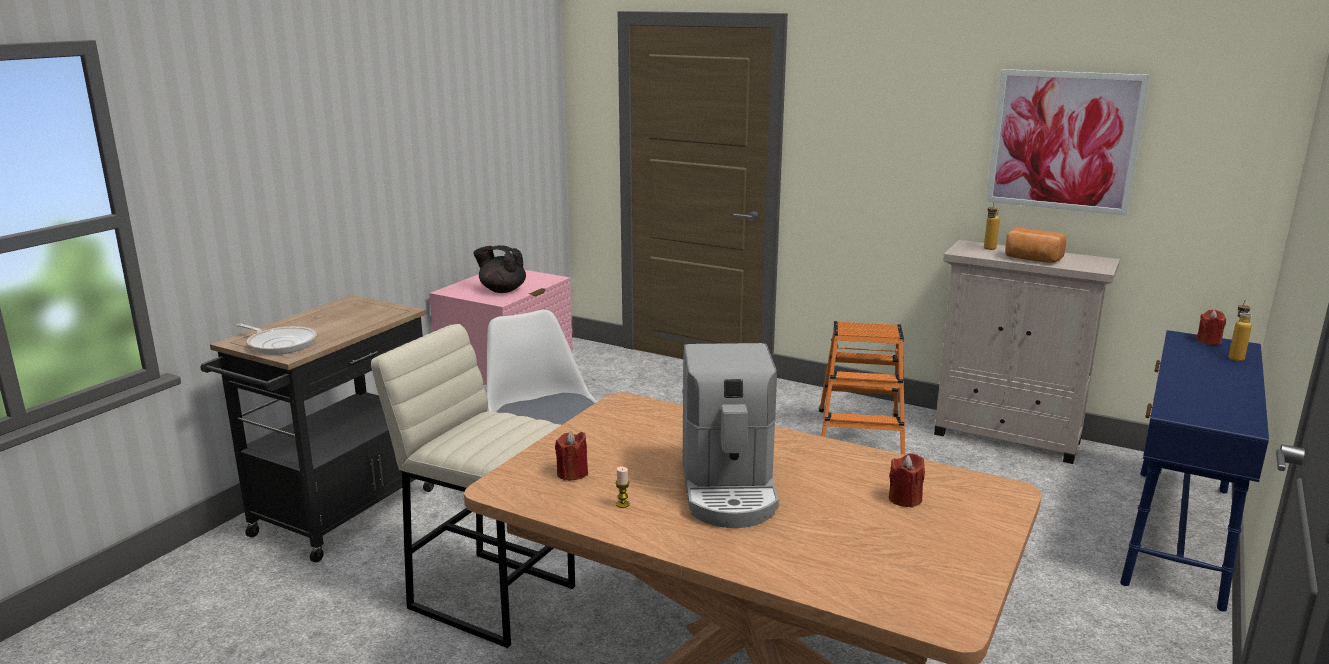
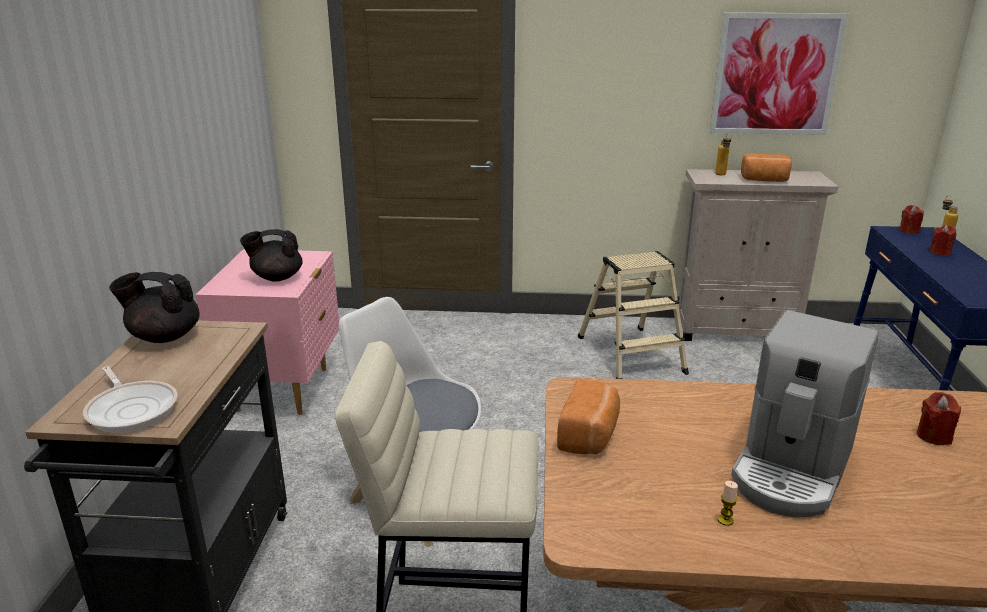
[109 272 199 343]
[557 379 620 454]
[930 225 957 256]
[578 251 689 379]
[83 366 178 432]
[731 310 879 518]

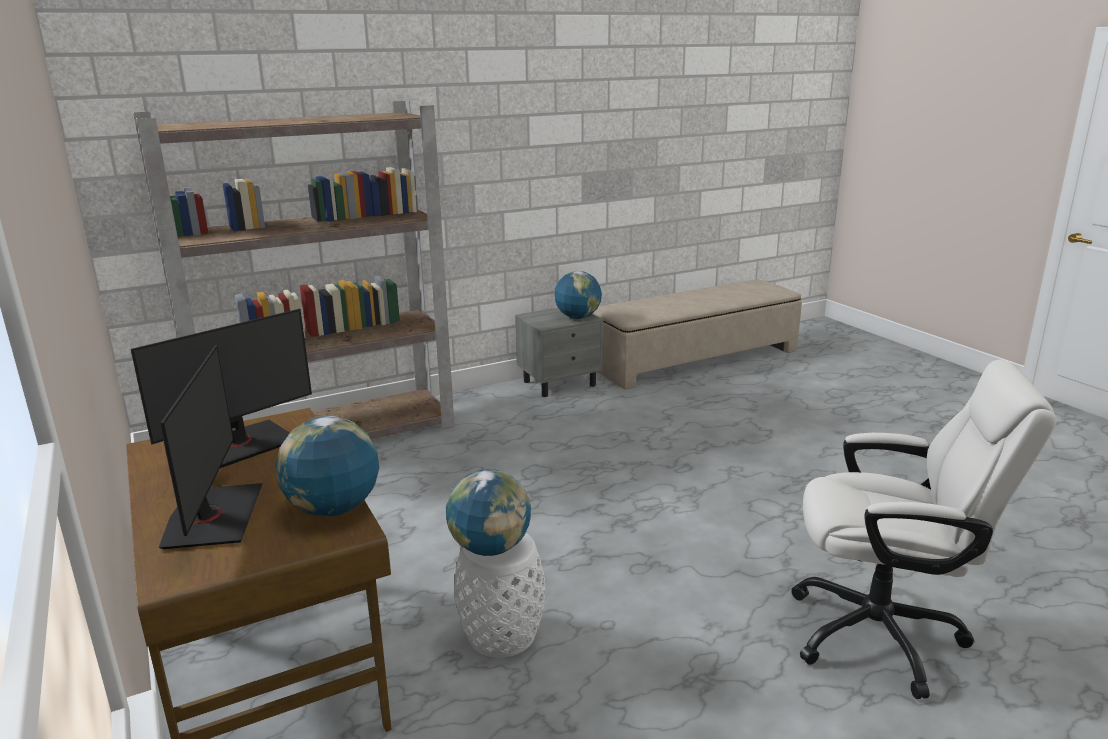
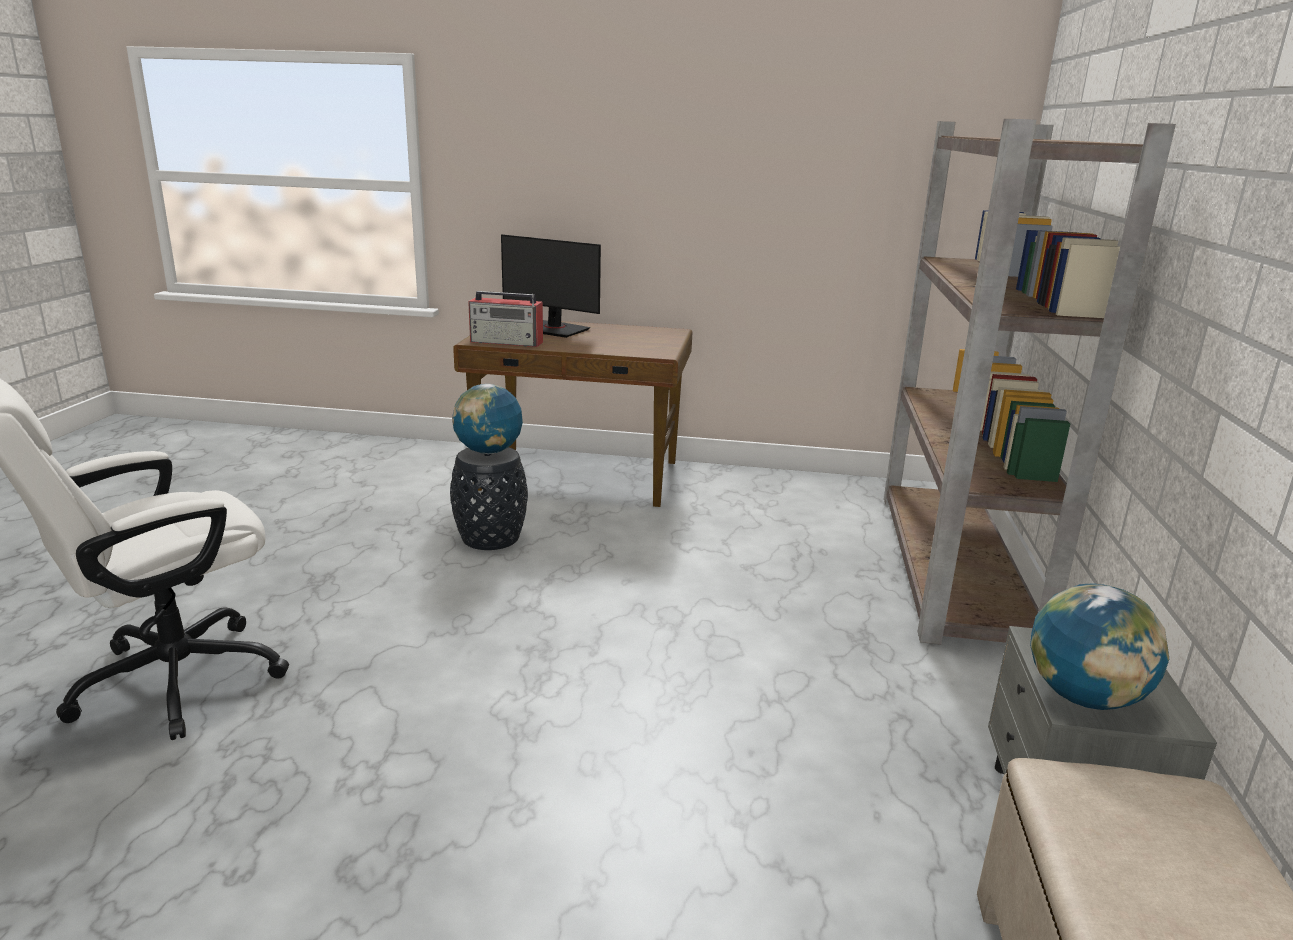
[131 309 312 468] (first image)
[468 291 543 347]
[450 447 528 550]

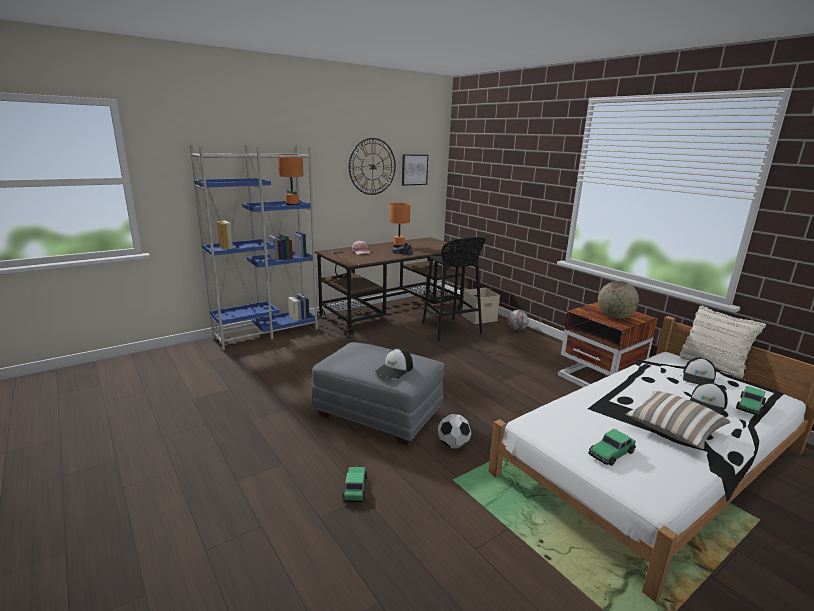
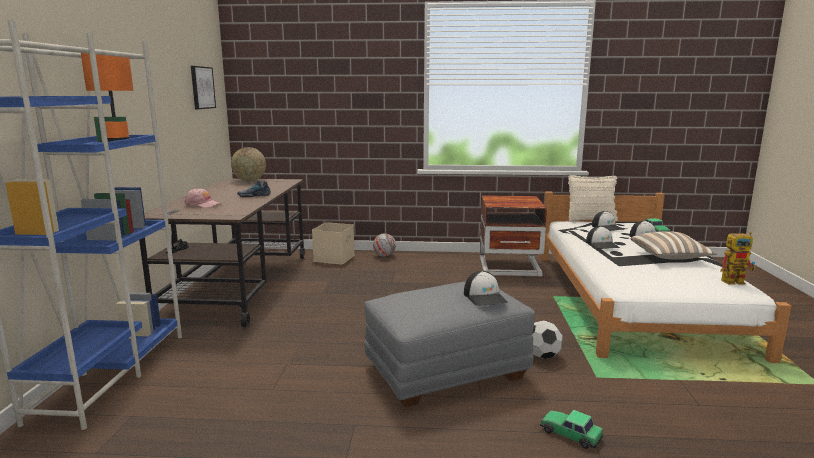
[349 138 396 195] (first image)
[389 203 410 248] (first image)
[422 237 486 342] (first image)
[588 429 636 466] (first image)
[586 226 620 249]
[720 232 756 285]
[231 147 266 181]

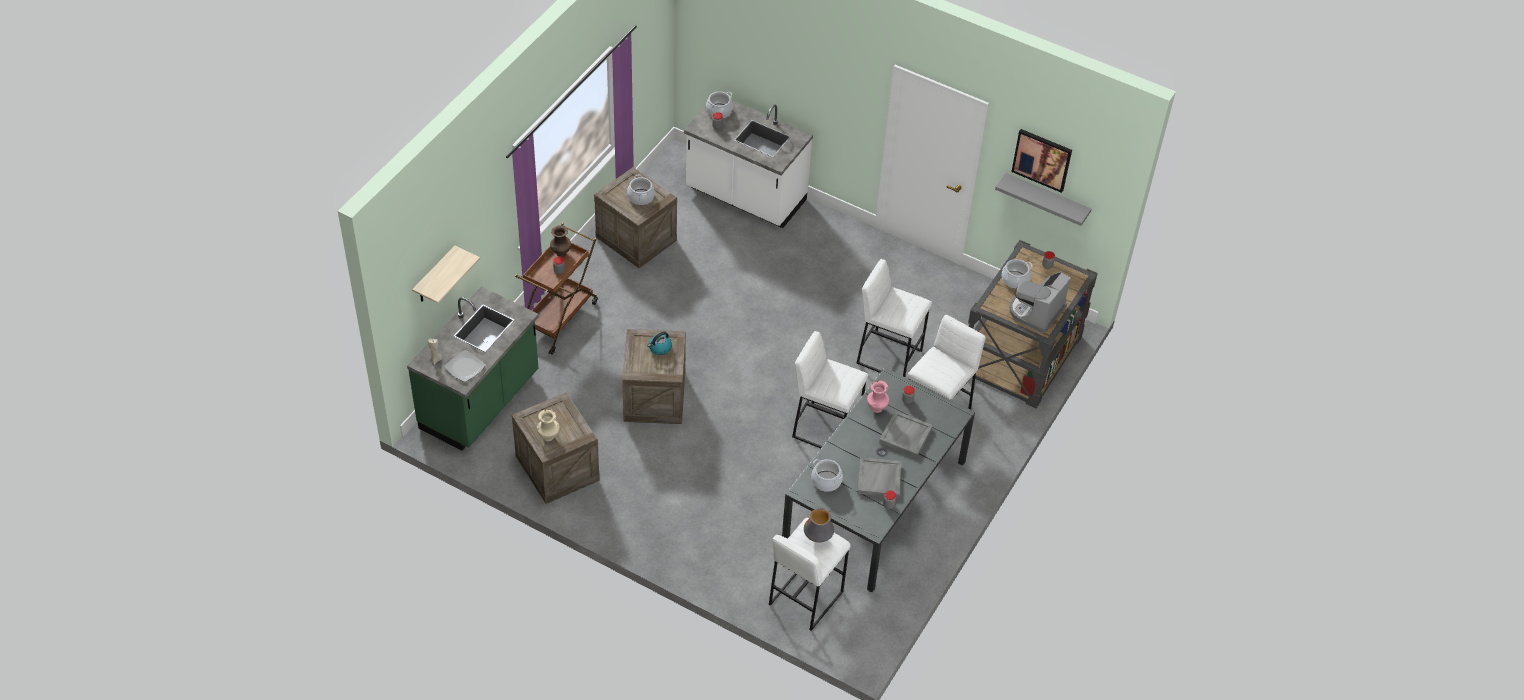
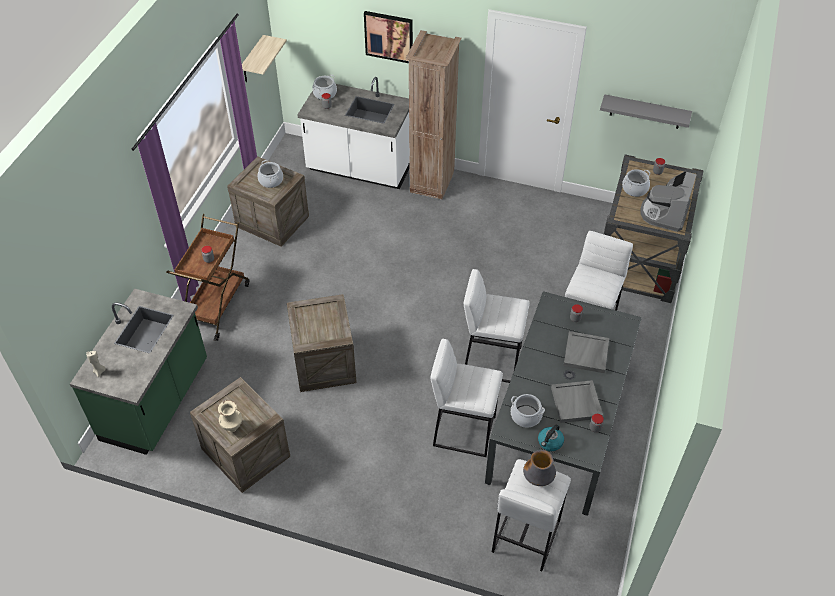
[444 350 486 382] (first image)
[550 225 571 257] (first image)
[867 380 889 413] (first image)
[406 30 462 200]
[242 35 287 82]
[538 425 564 451]
[430 339 503 457]
[364 11 413 63]

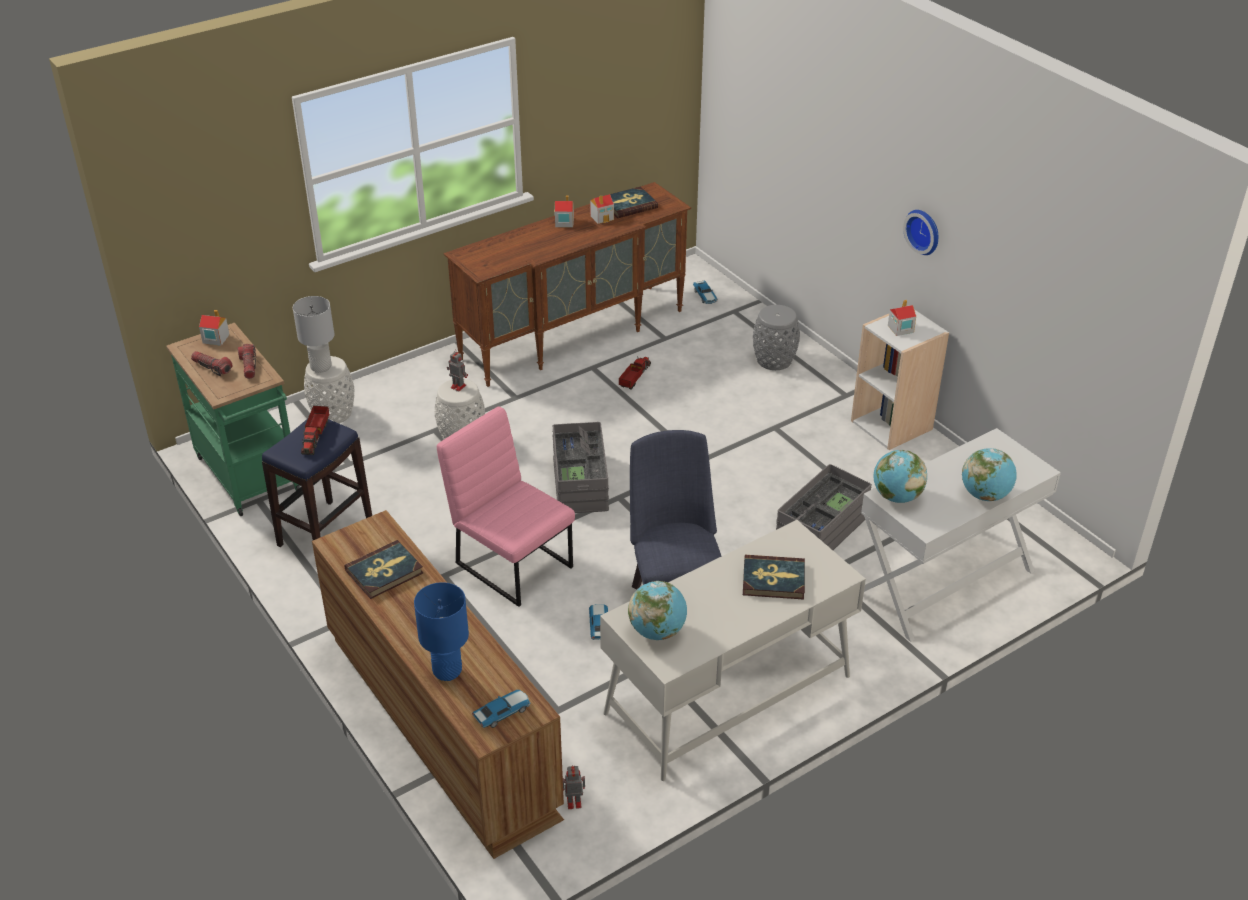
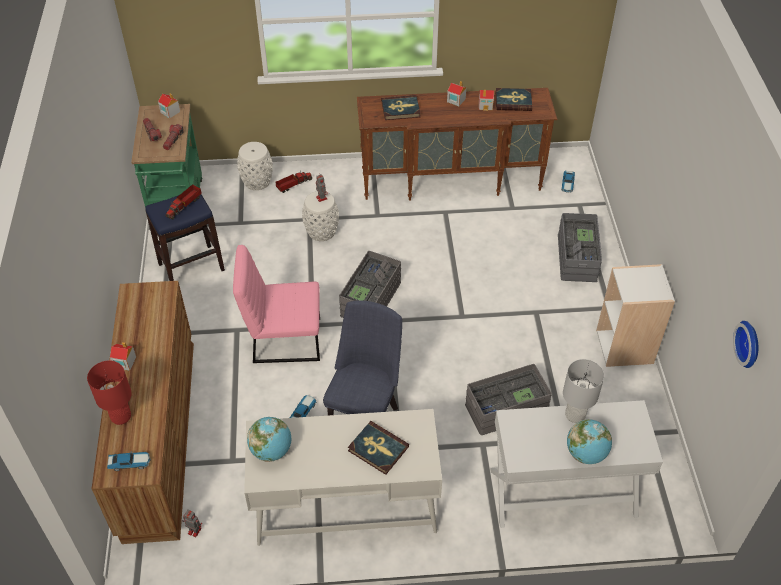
[874 450 927 503] (first image)
[563 359 604 423]
[381 95 421 120]
[275 171 313 193]
[110 342 136 371]
[733 321 758 368]
[558 213 602 282]
[87 361 132 425]
[233 245 320 363]

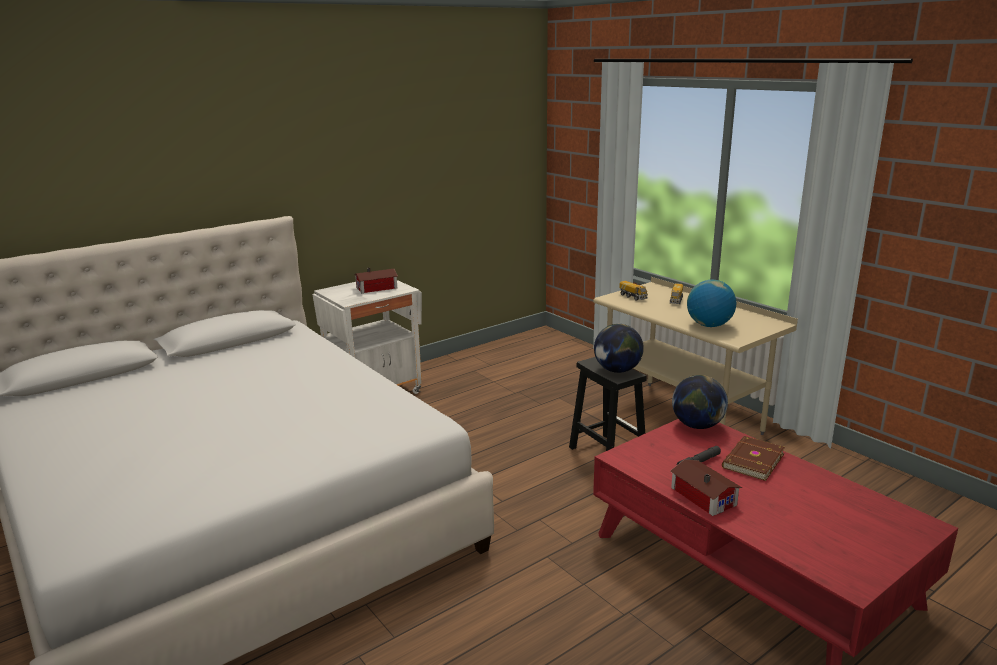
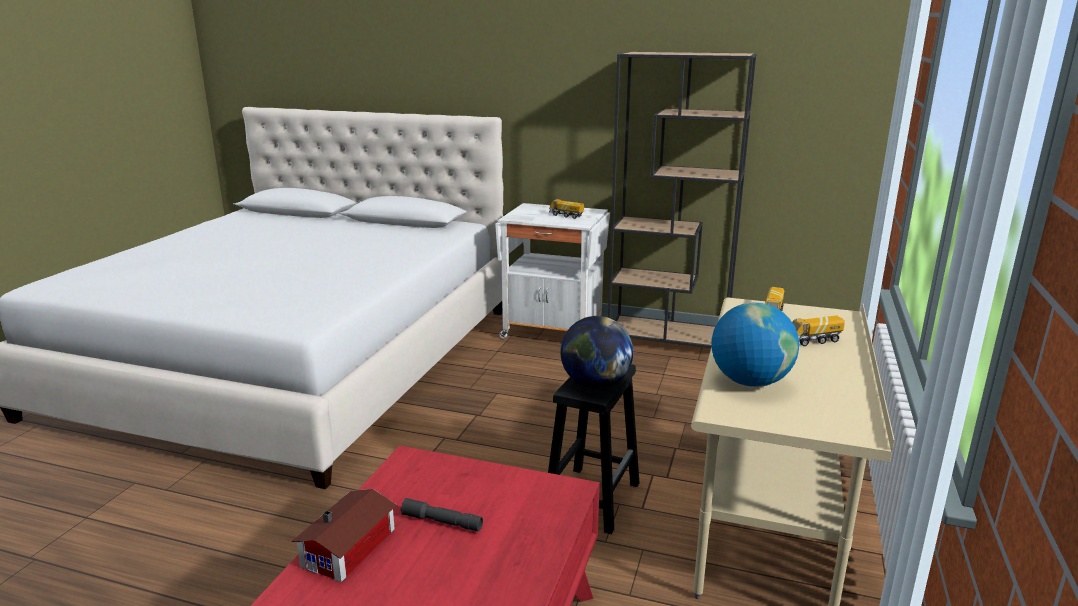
[672 375 728 429] (first image)
[722 436 785 481] (first image)
[608 52 756 348]
[549 199 584 219]

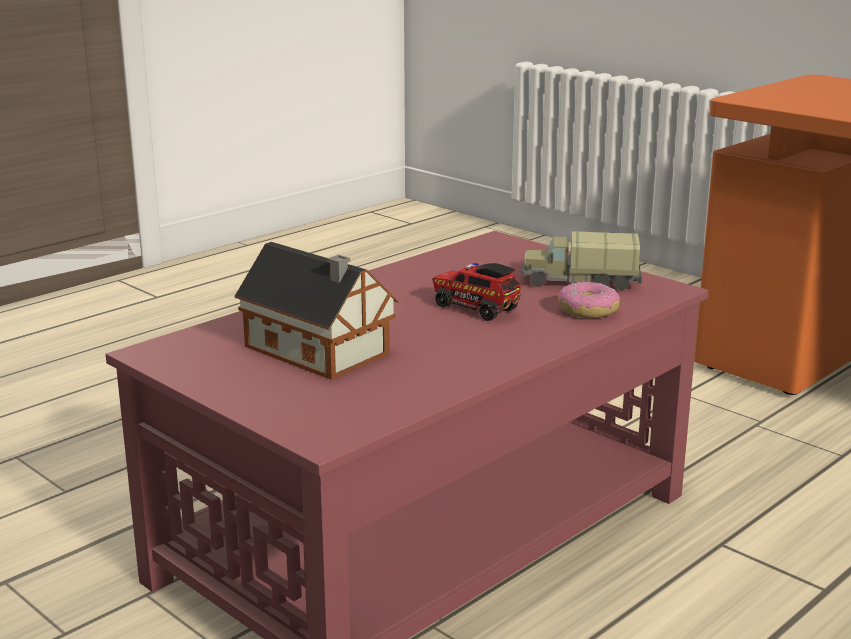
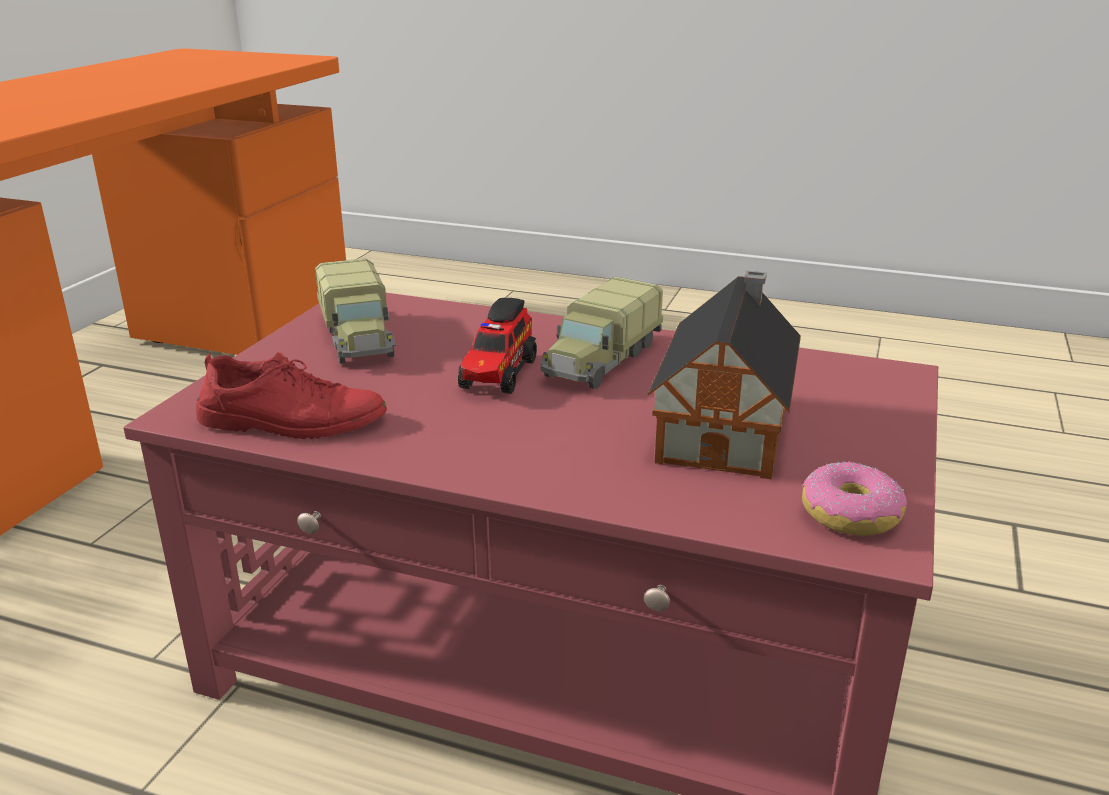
[196 352 387 439]
[540 277 663 389]
[802 462 907 536]

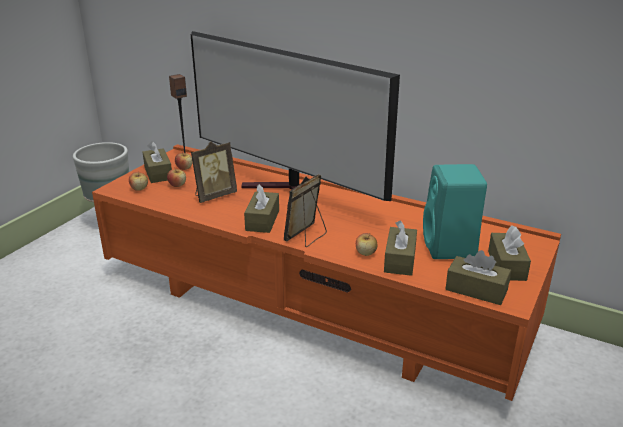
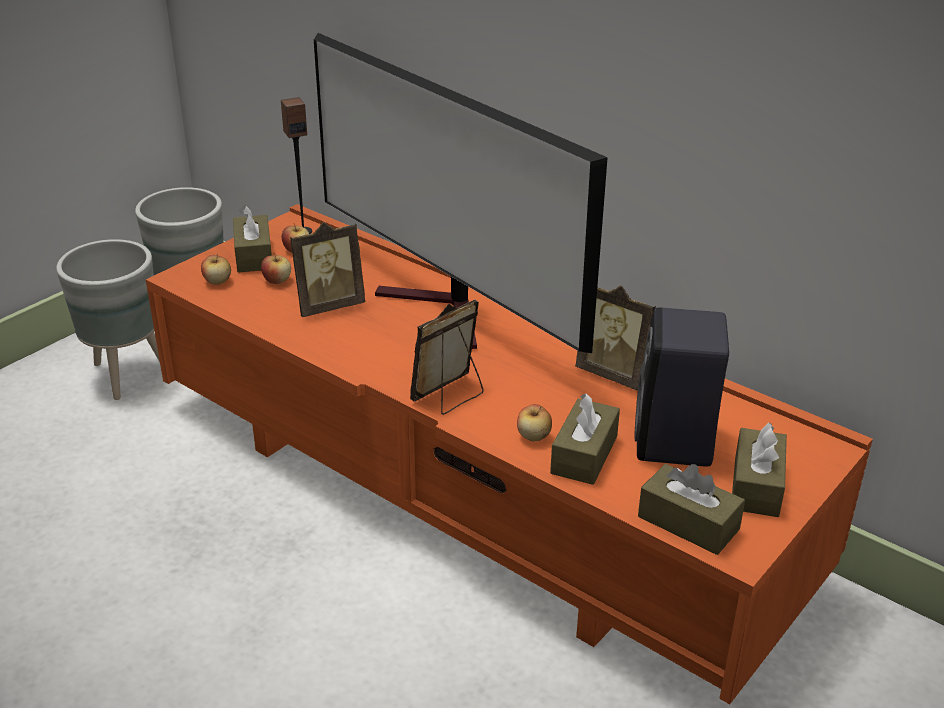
[244 184 279 233] (first image)
[56 239 160 400]
[575 286 656 391]
[635 307 729 467]

